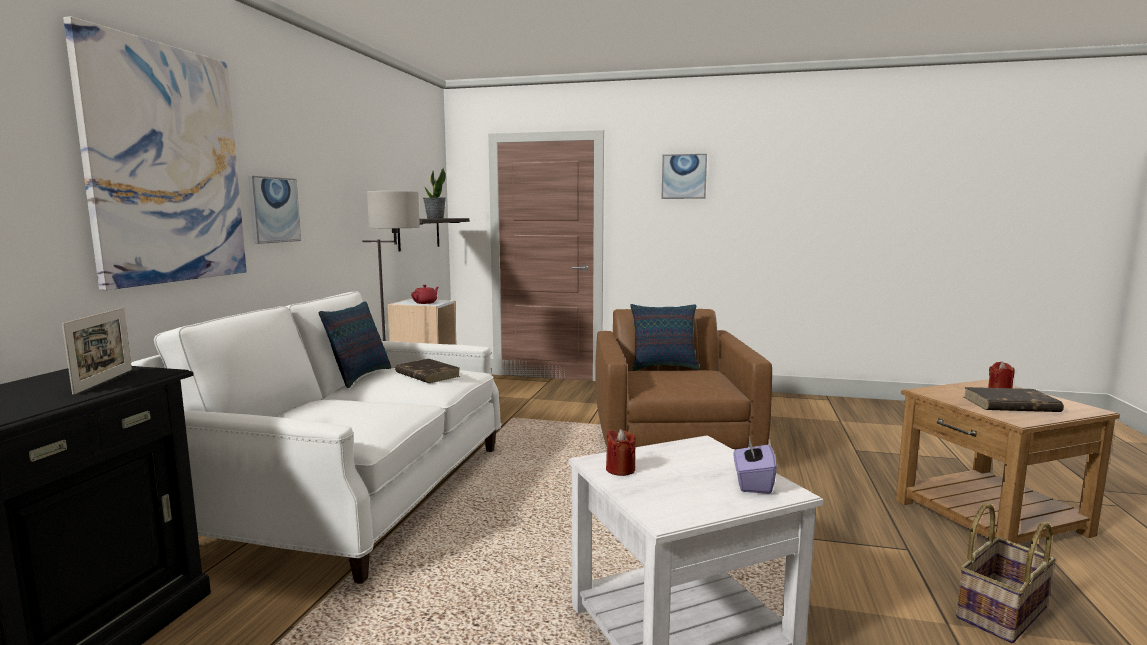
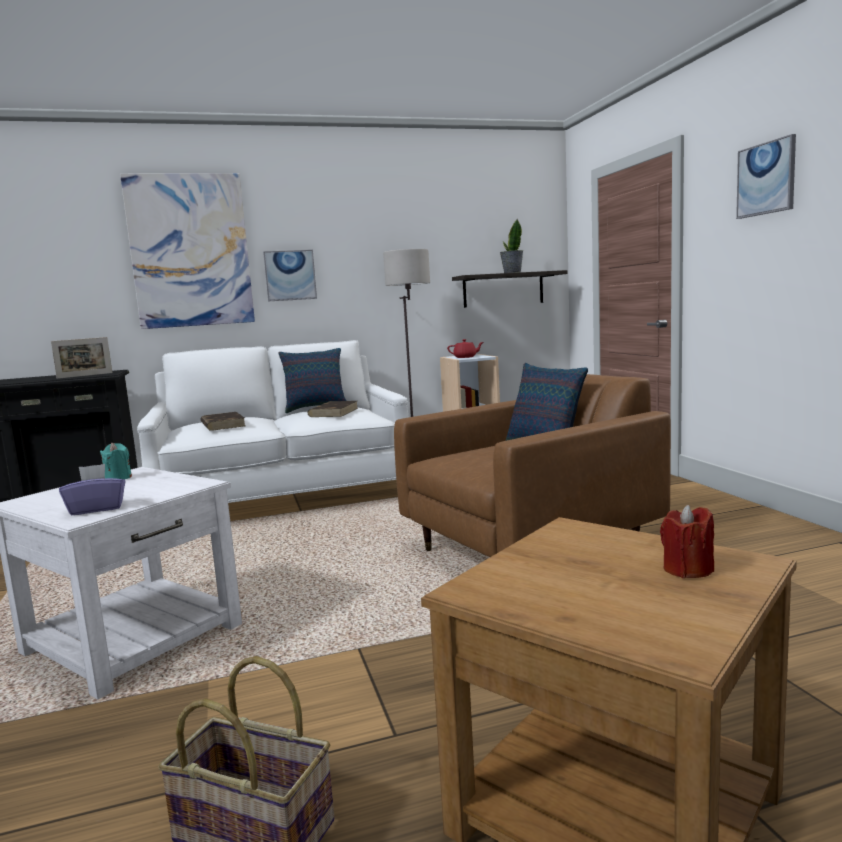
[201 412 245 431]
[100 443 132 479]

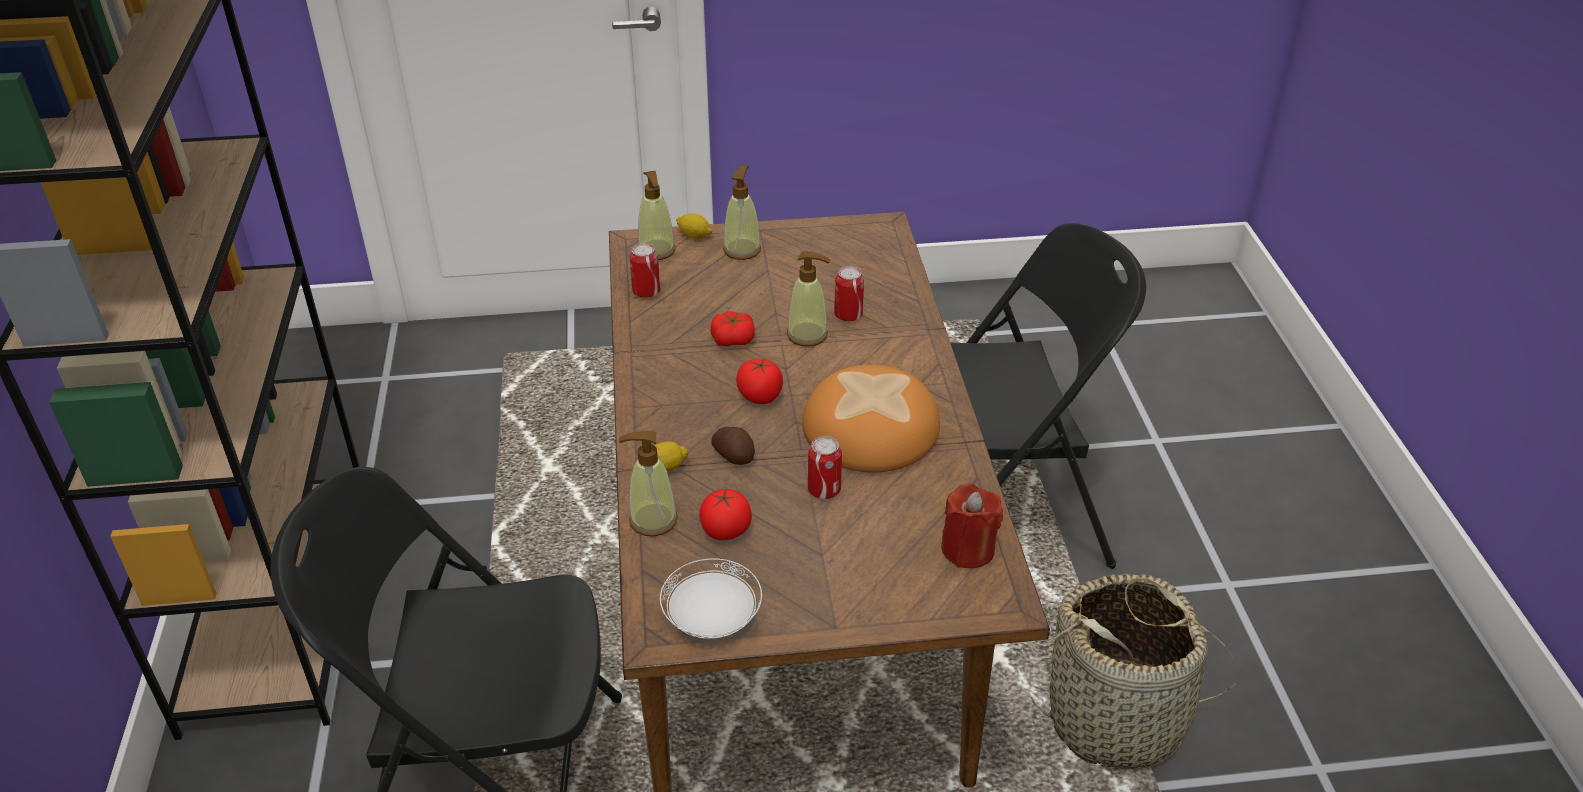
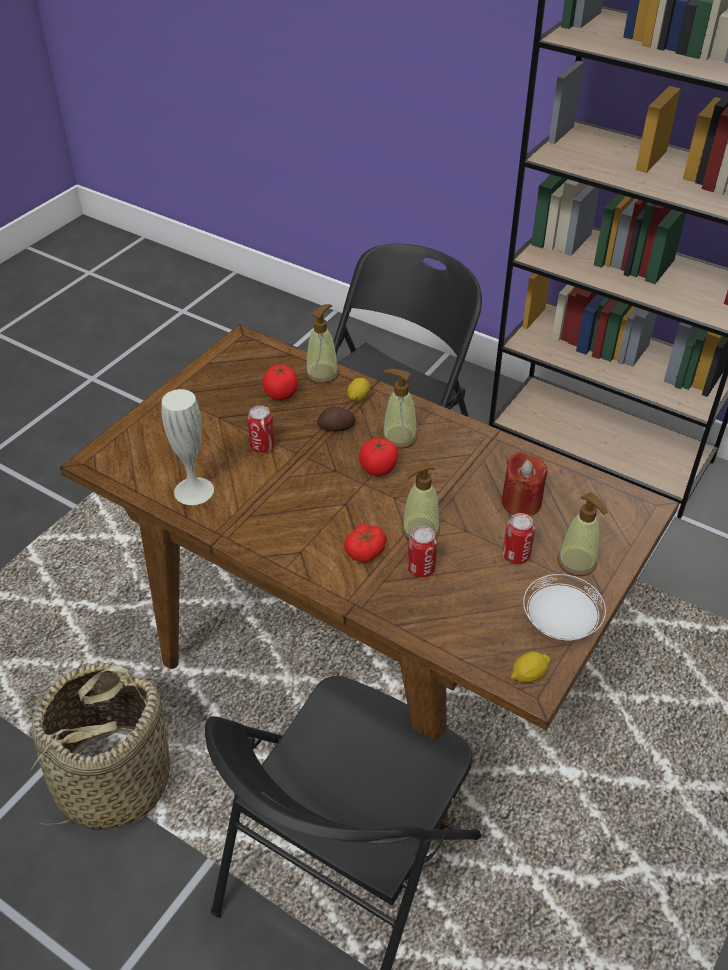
[802 365 940 473] (first image)
[161 389 214 505]
[503 513 535 564]
[382 369 417 449]
[523 574 606 641]
[511 652 551 683]
[344 523 387 562]
[502 451 548 516]

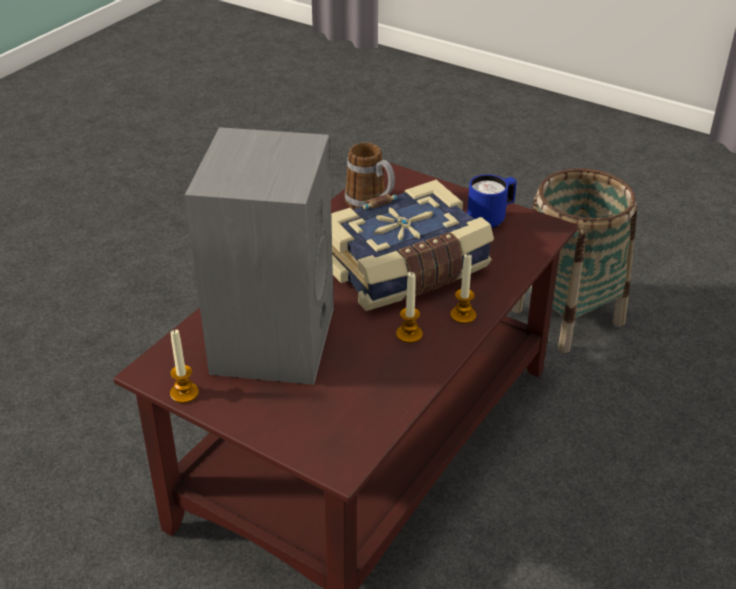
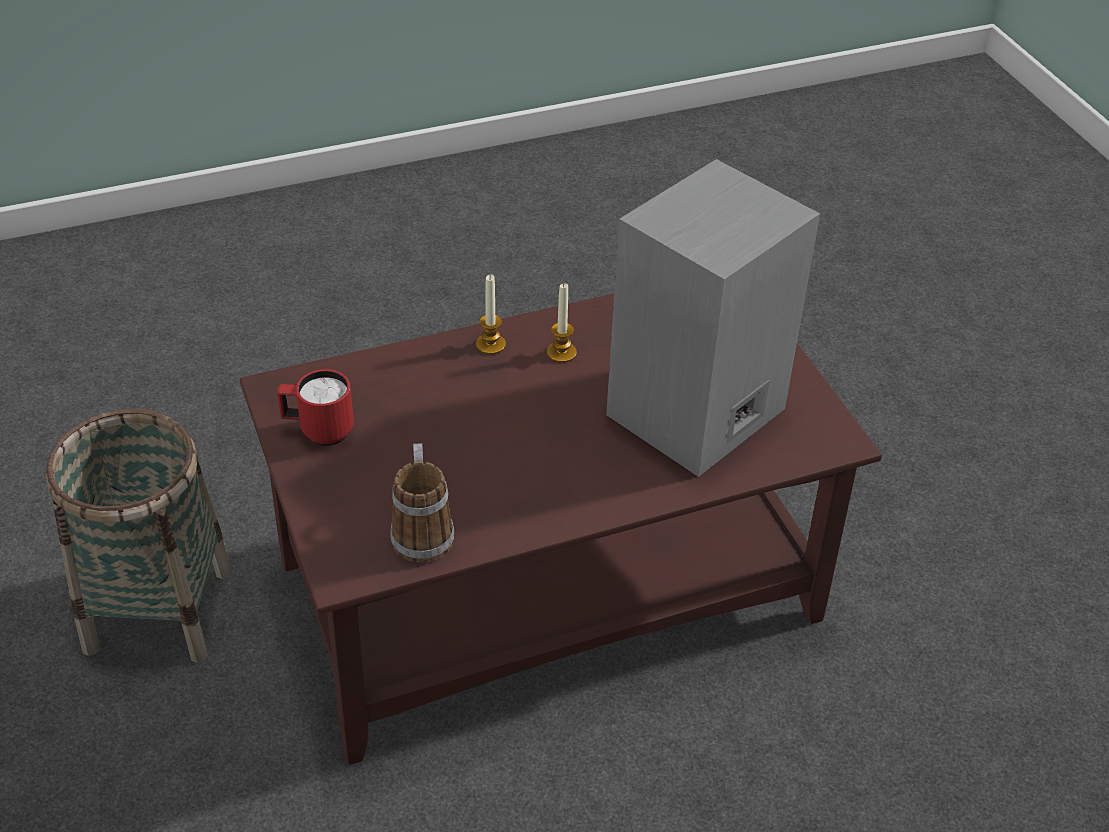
[170 329 199 403] (first image)
[331 180 494 311] (first image)
[277 369 354 446]

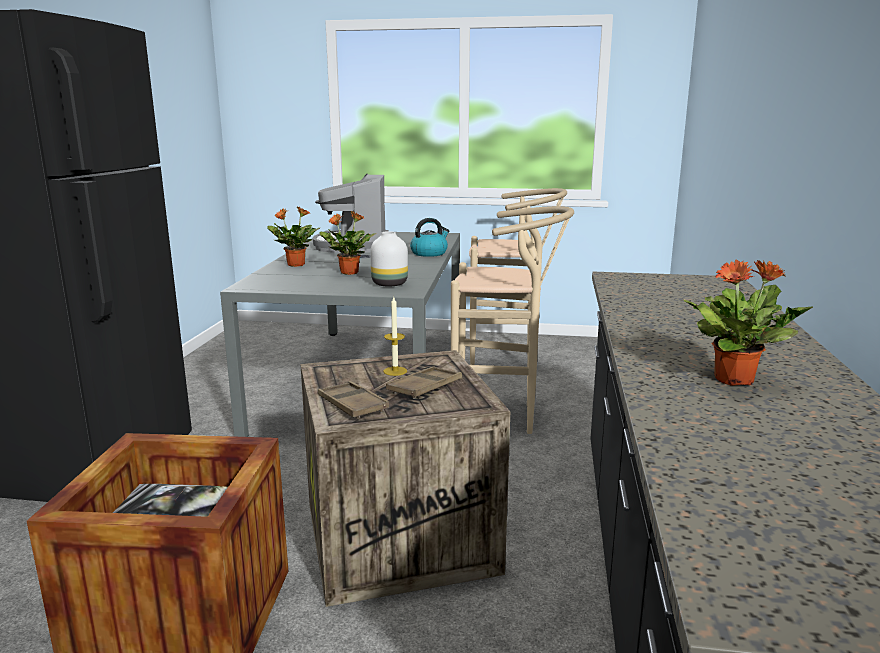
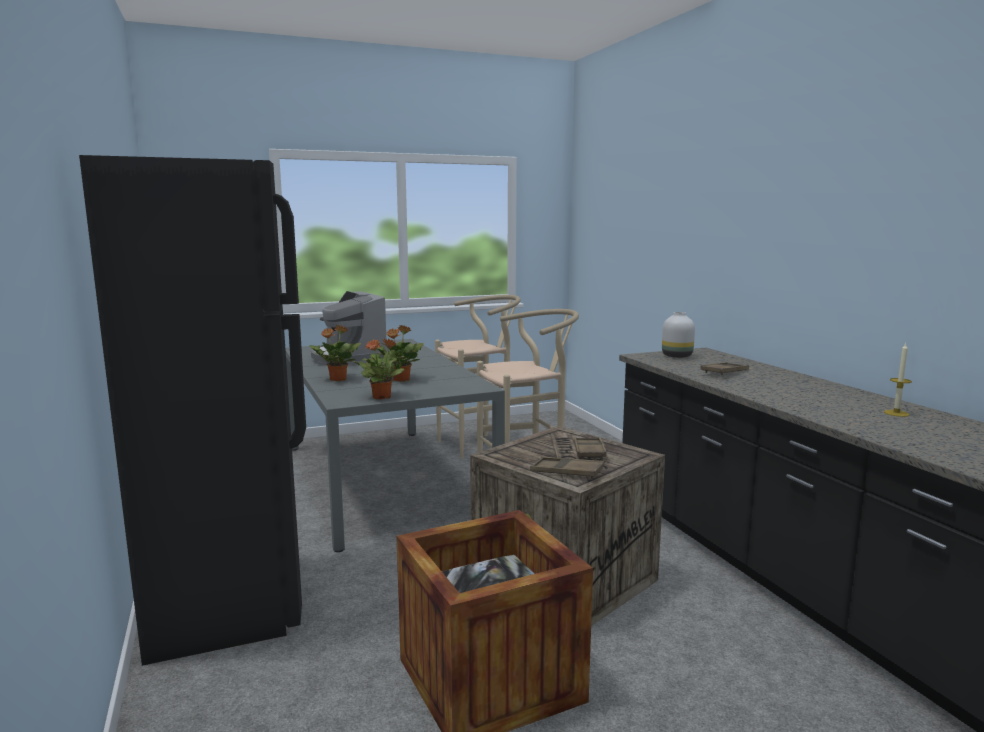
[410 218 449 257] (first image)
[701 362 749 375]
[662 312 695 358]
[884 343 912 417]
[353 339 410 400]

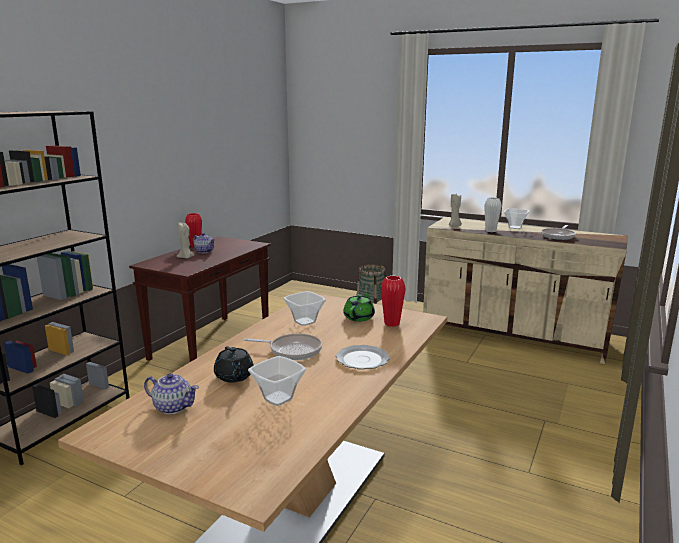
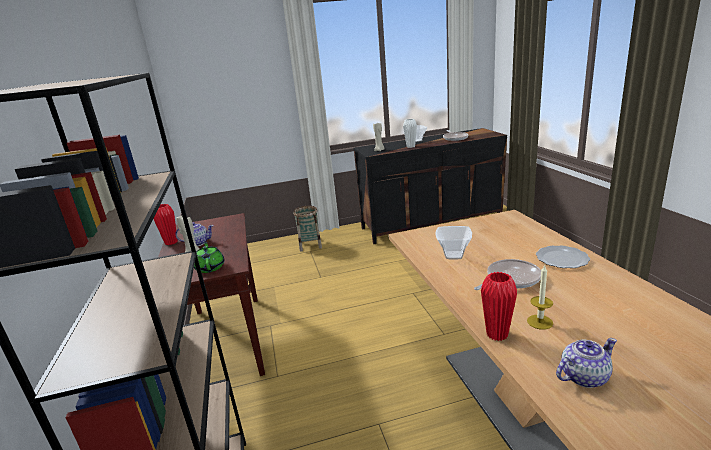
[248 356 306 406] (first image)
[194 242 224 273]
[481 272 517 341]
[527 265 553 330]
[353 128 507 244]

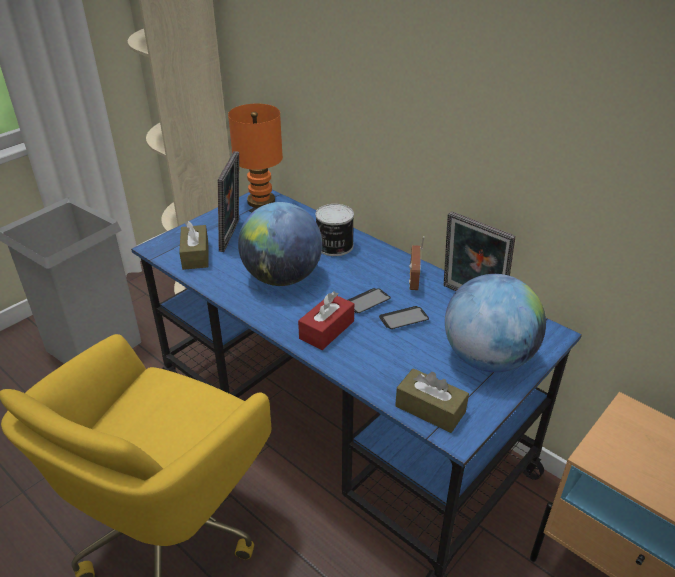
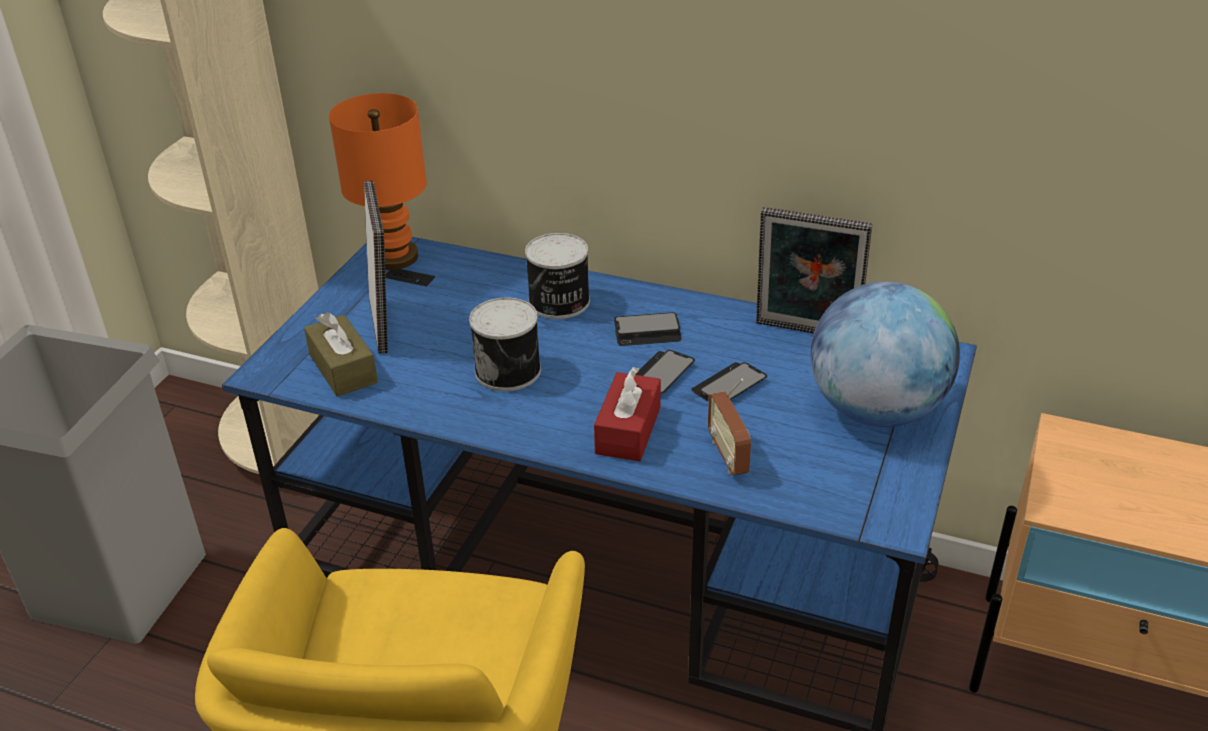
[395 368 469 433] (first image)
[614 312 682 346]
[708 378 751 476]
[469 297 541 391]

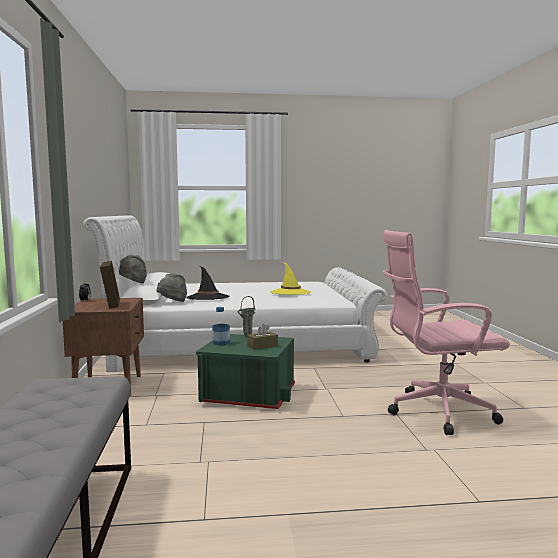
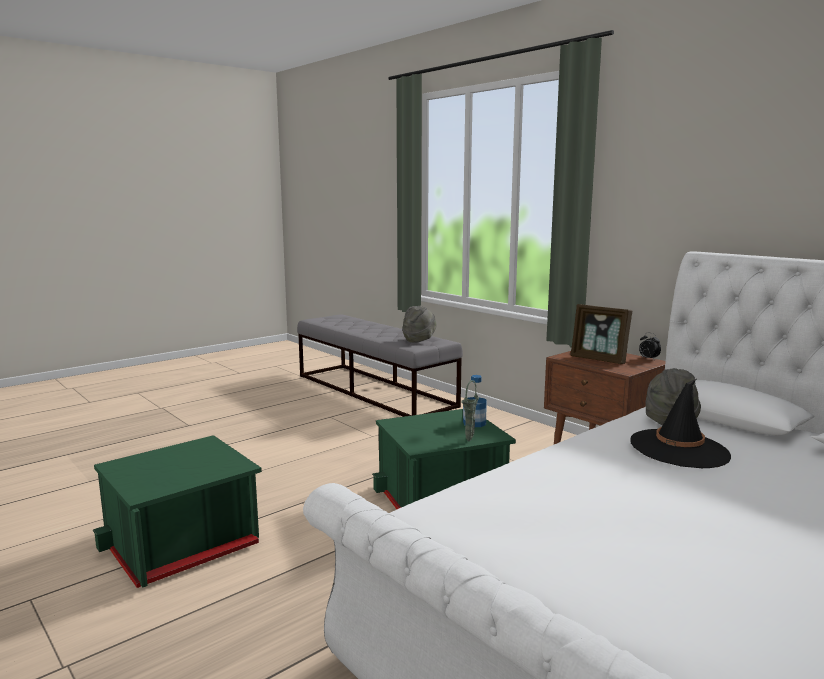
[247 324 278 350] (first image)
[270 262 311 295] (first image)
[402 306 436 343]
[93 435 262 588]

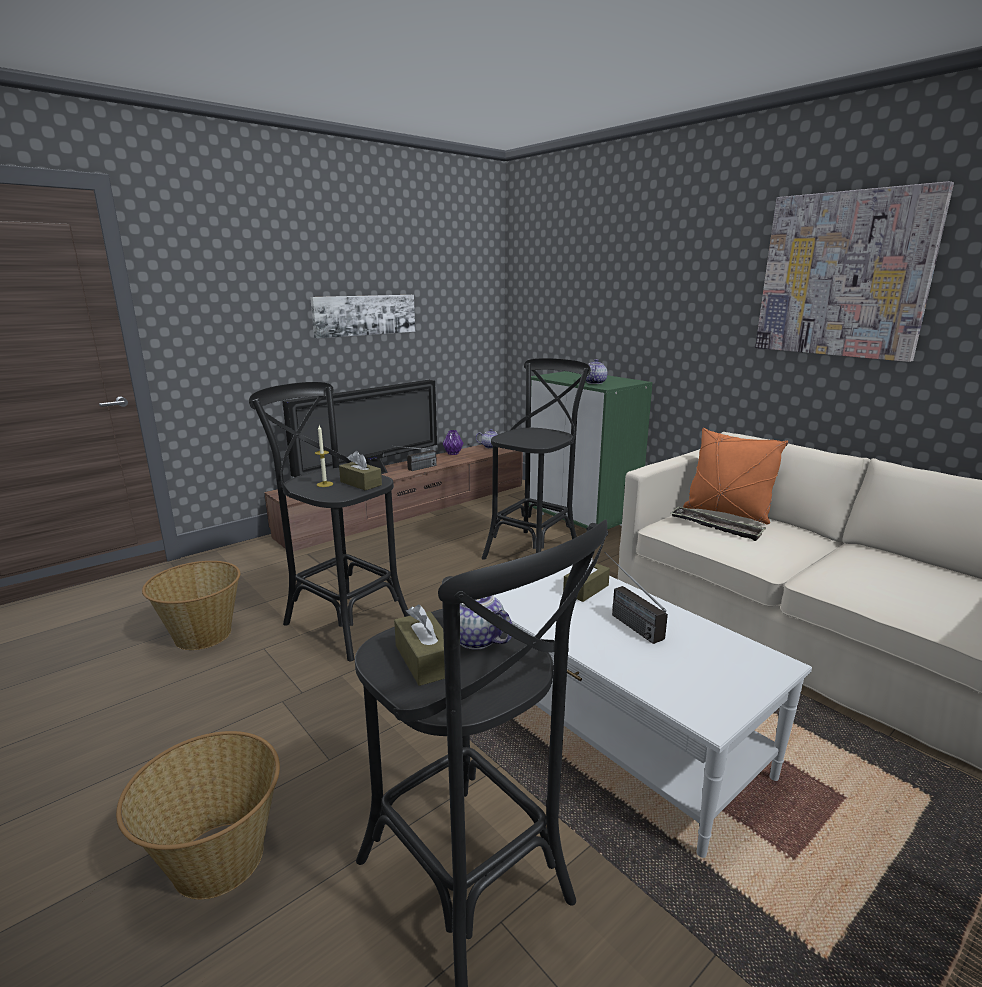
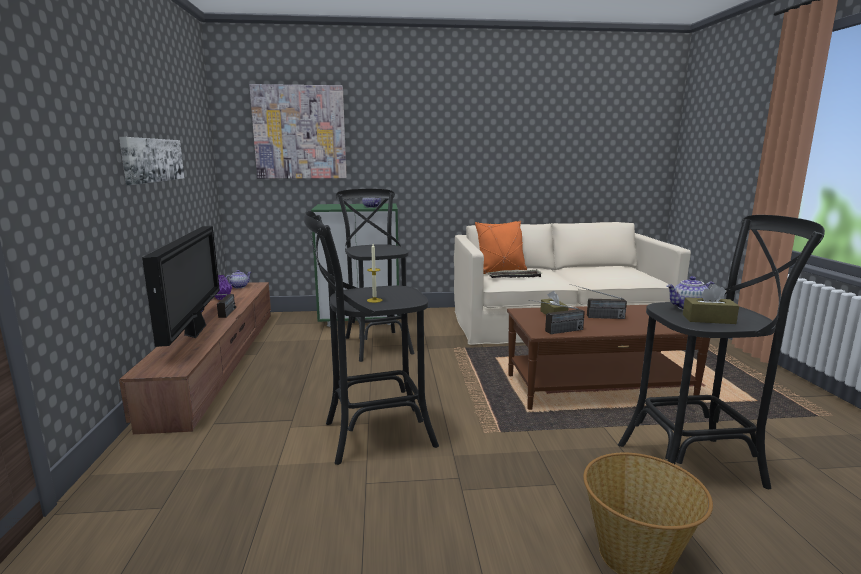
[142 561 240 650] (first image)
[339 451 382 490] (first image)
[529 300 585 334]
[249 84 347 179]
[507 305 710 410]

